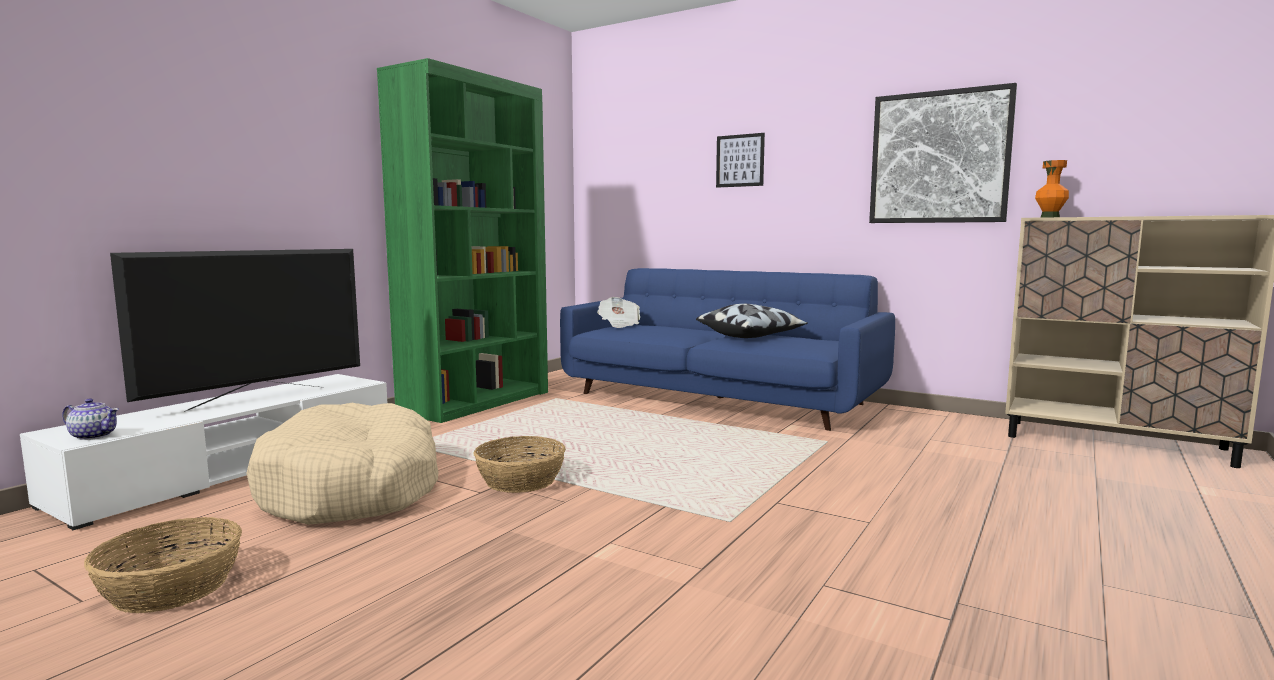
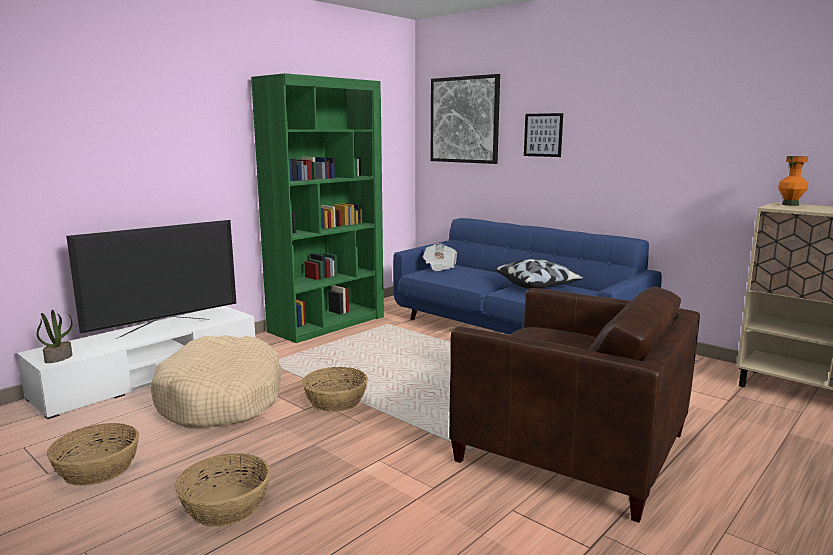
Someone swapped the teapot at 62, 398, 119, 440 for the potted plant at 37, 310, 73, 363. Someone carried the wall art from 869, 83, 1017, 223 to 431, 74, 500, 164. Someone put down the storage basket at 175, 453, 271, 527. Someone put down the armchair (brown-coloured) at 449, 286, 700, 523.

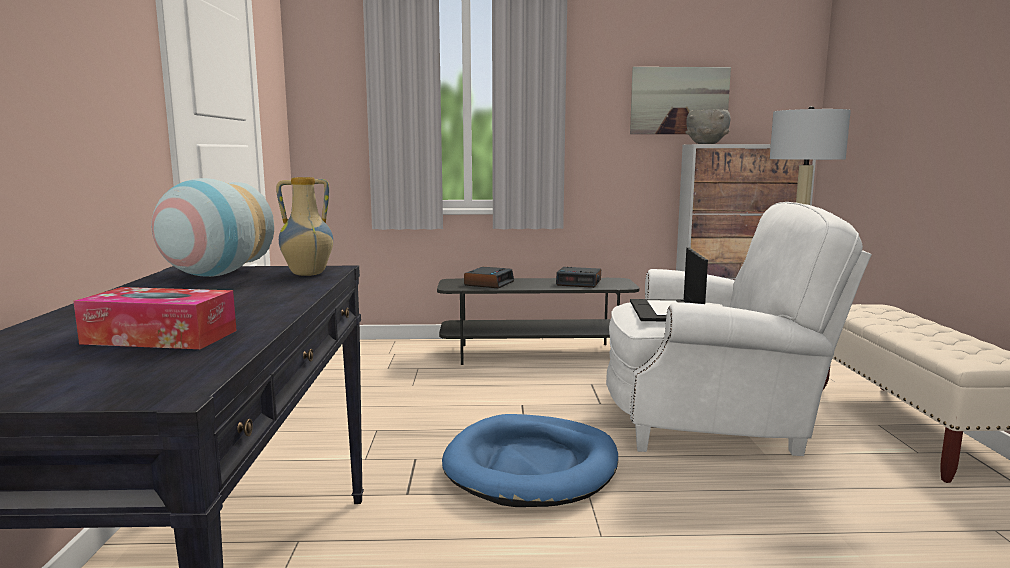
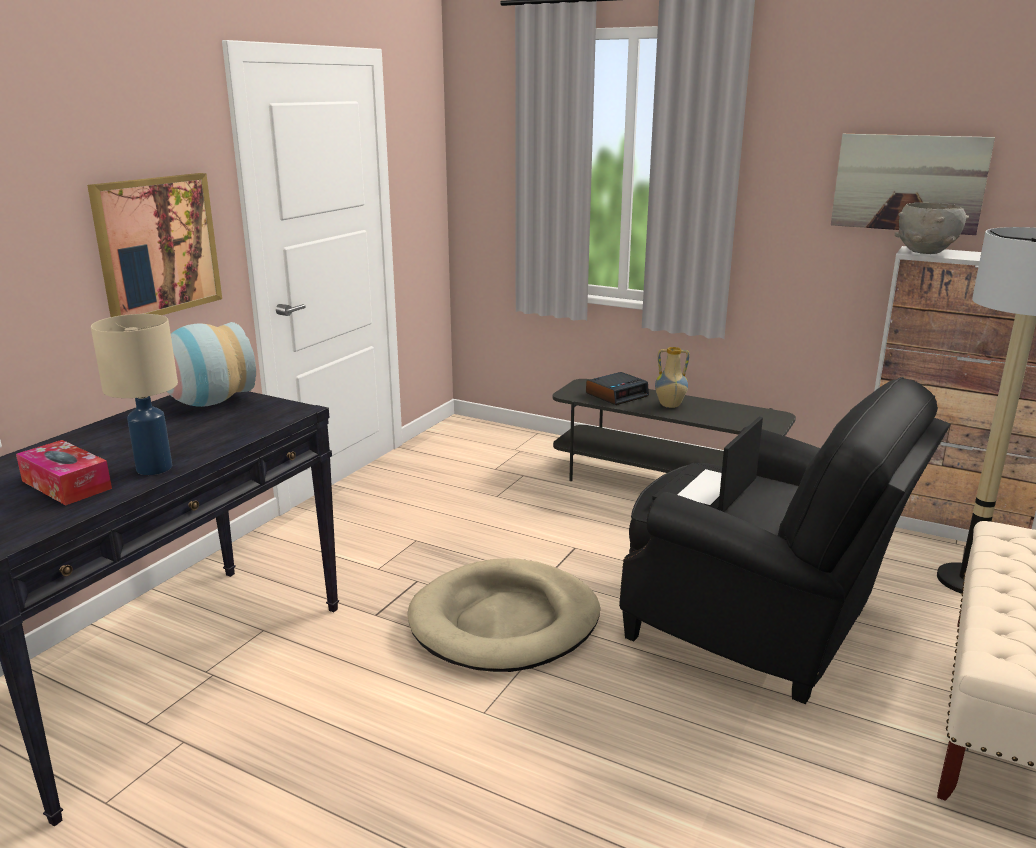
Someone carried the vase from 276, 177, 333, 276 to 655, 347, 690, 408. Someone repainted the pet bed (bluish) at 442, 414, 618, 507, which became the pet bed (beige-coloured) at 408, 558, 600, 672. Someone took away the table clock at 556, 267, 601, 288. Someone repainted the armchair (whitish) at 606, 202, 872, 456, which became the armchair (black) at 619, 377, 950, 704. Someone put up the wall art at 87, 173, 222, 317. Someone put down the table lamp (beige-coloured) at 91, 314, 178, 475.

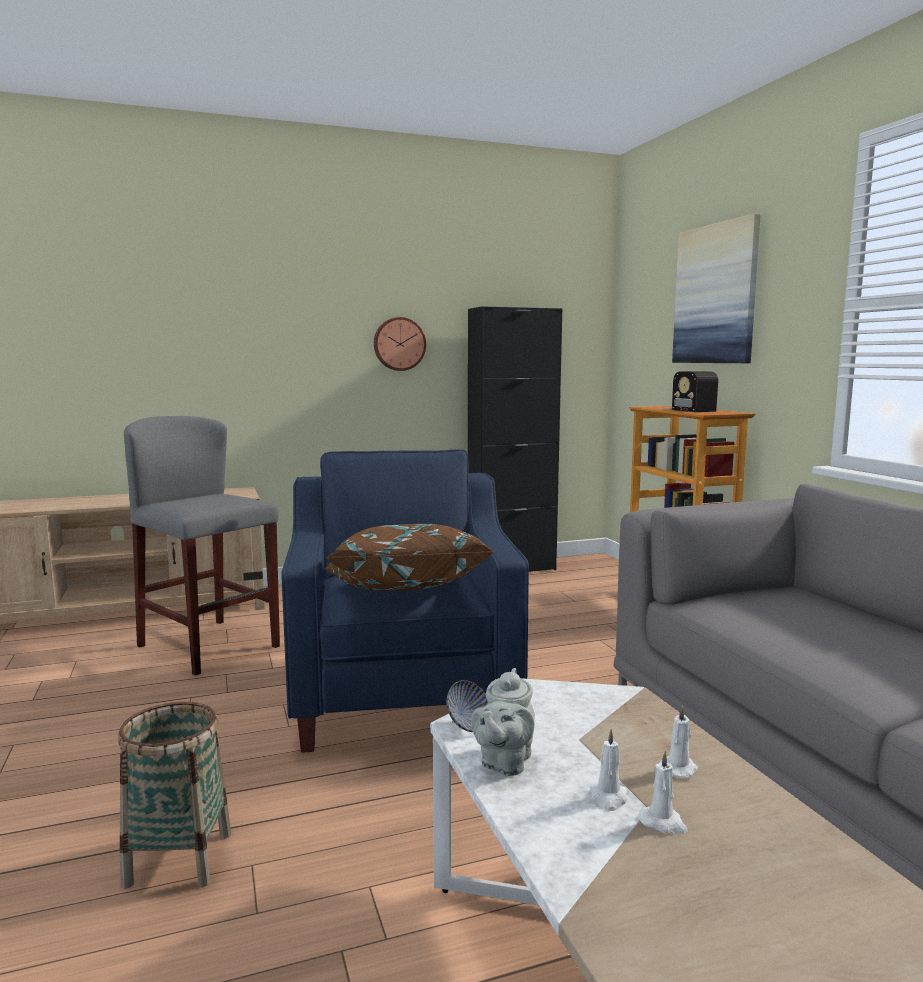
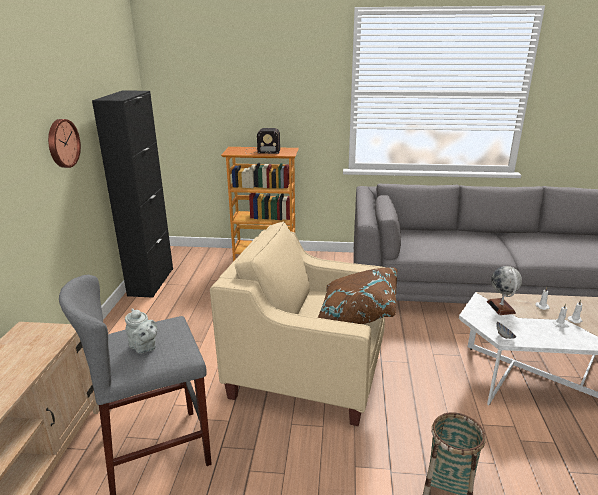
Someone repainted the armchair (bluish) at 281, 449, 529, 753, which became the armchair (beige-coloured) at 210, 222, 386, 426. Someone carried the teapot (grey) from 471, 668, 535, 776 to 125, 308, 157, 354. Someone took away the wall art at 672, 213, 761, 363. Someone put down the globe at 487, 266, 522, 315.

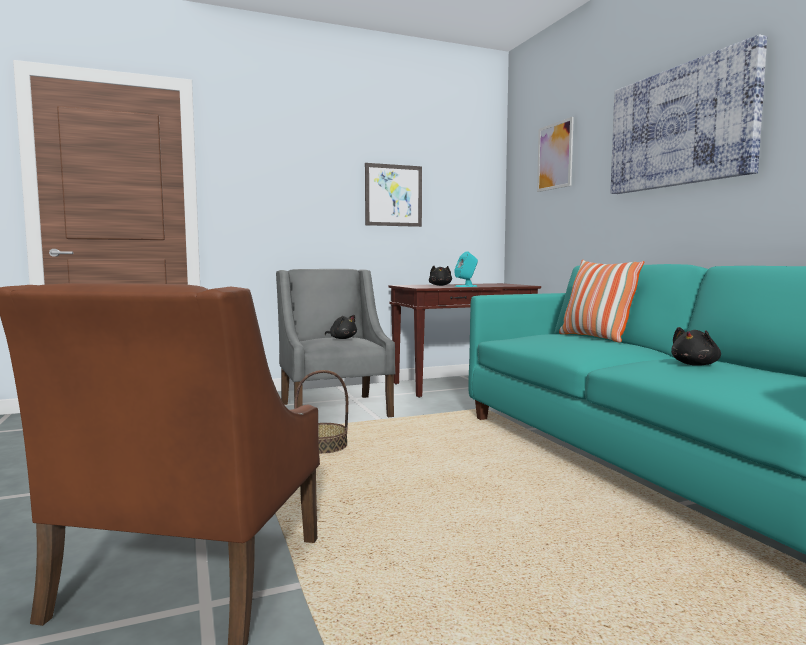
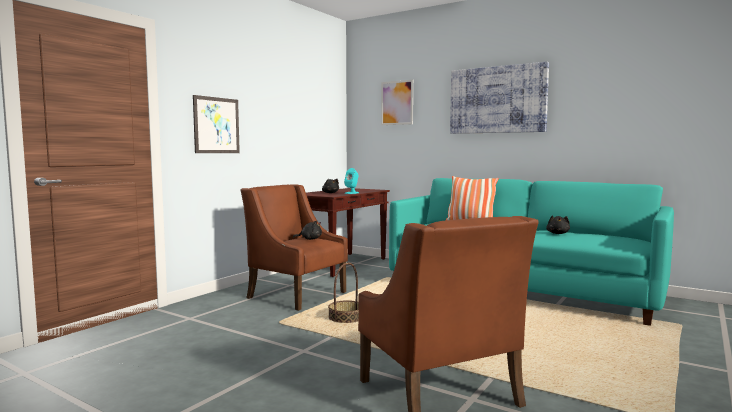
Someone repainted the armchair (grey) at 276, 269, 395, 417, which became the armchair (brown-coloured) at 241, 184, 348, 311. Someone carried the wall art from 365, 163, 422, 227 to 193, 95, 240, 153.

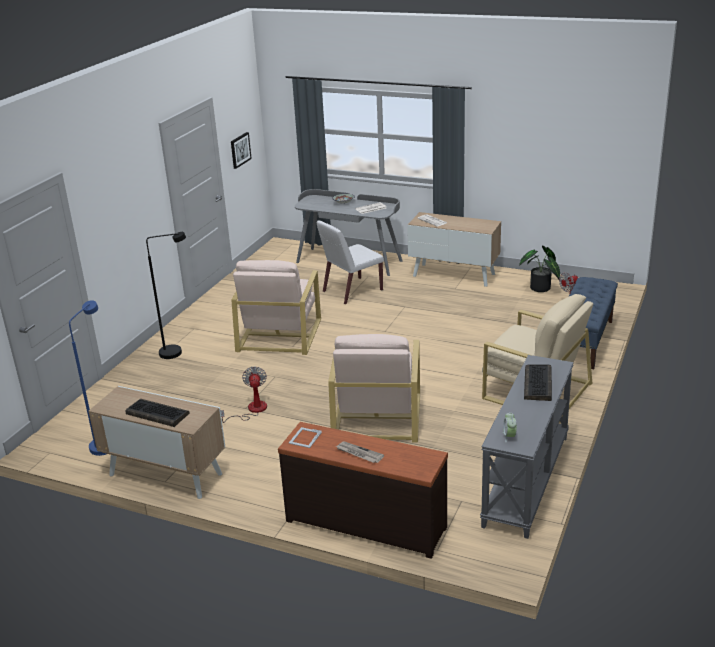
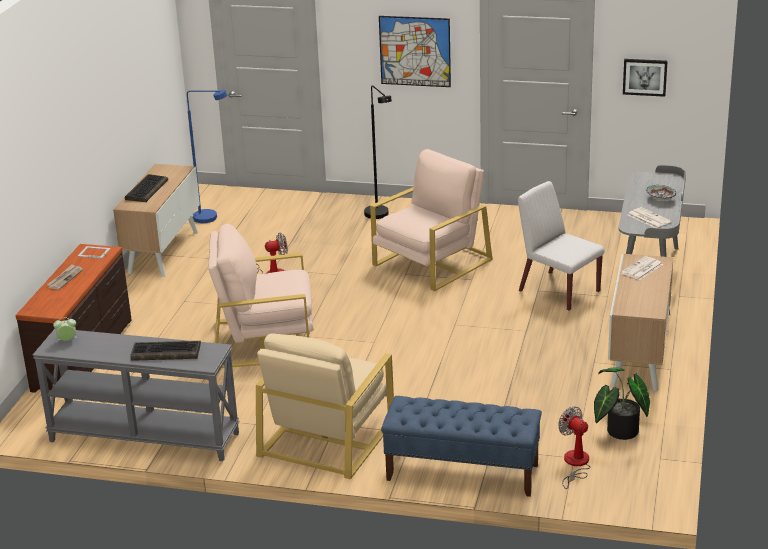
Someone rotated the armchair (beige-coloured) at 232, 260, 321, 355 by 135 degrees clockwise. Someone put up the wall art at 379, 16, 451, 87.

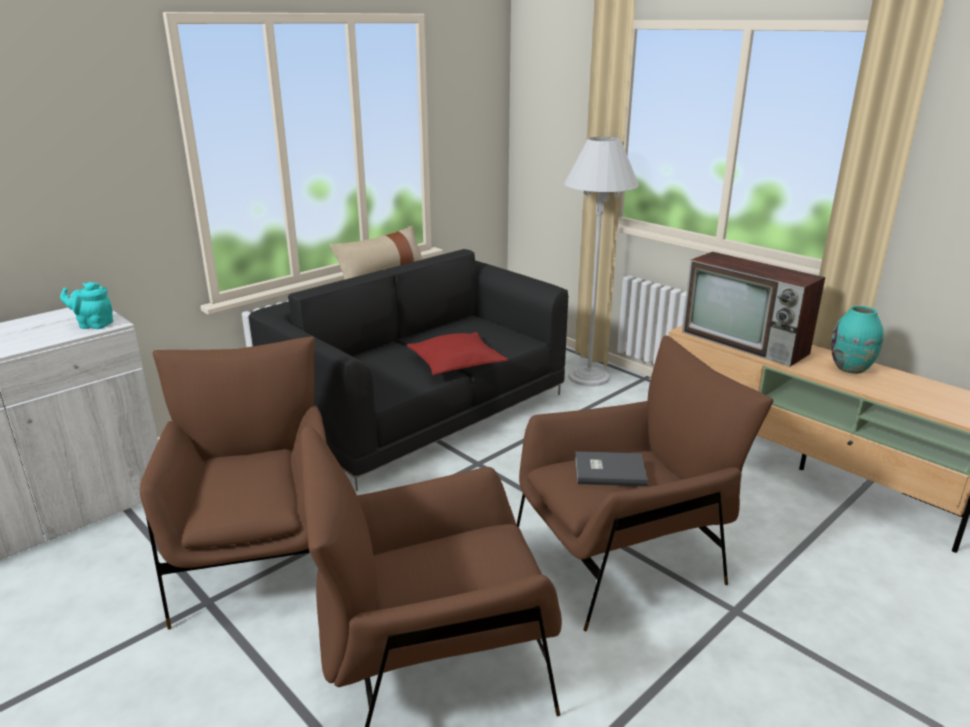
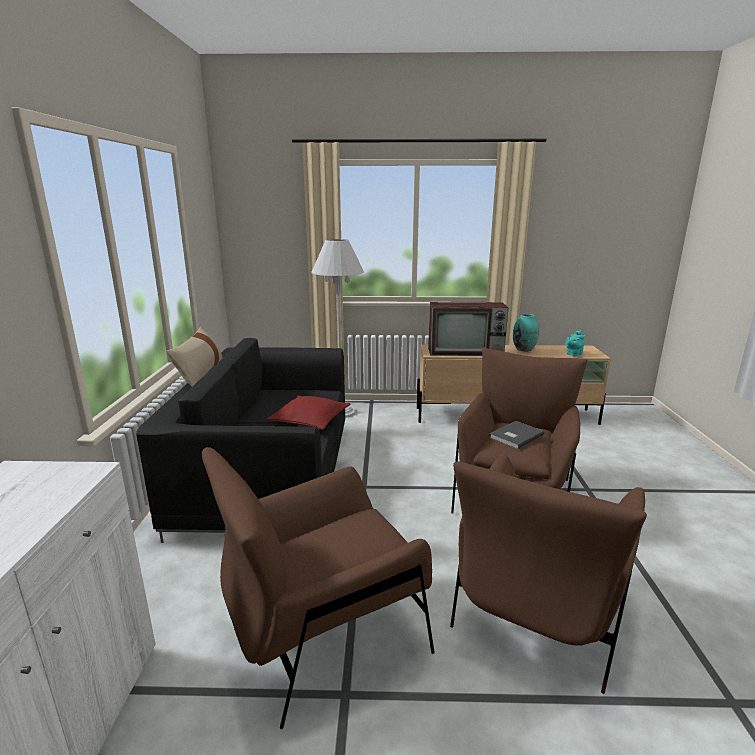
Someone carried the teapot (turquoise-coloured) from 60, 282, 113, 329 to 565, 330, 585, 357. Someone rotated the armchair (brown-coloured) at 140, 336, 327, 630 by 60 degrees counterclockwise.

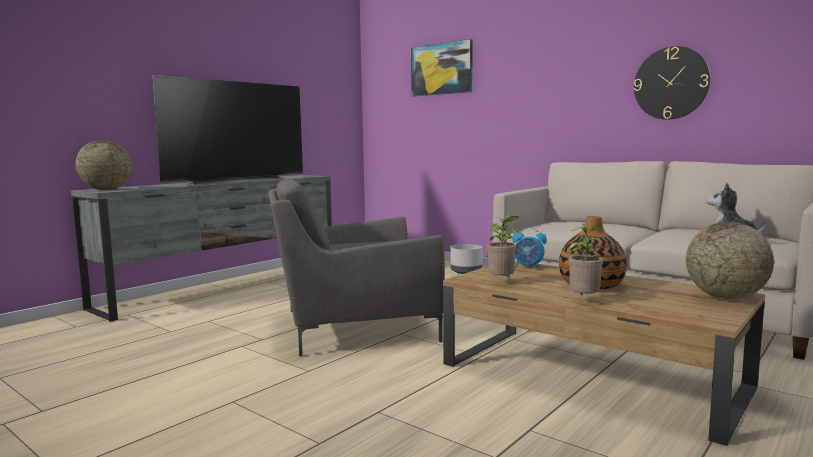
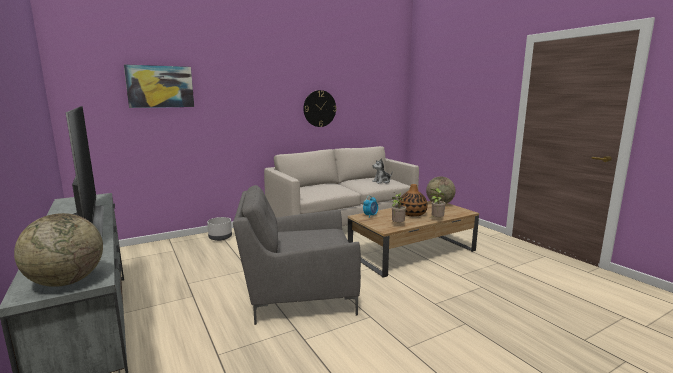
Someone rotated the armchair (grey) at 268, 179, 445, 357 by 75 degrees clockwise.

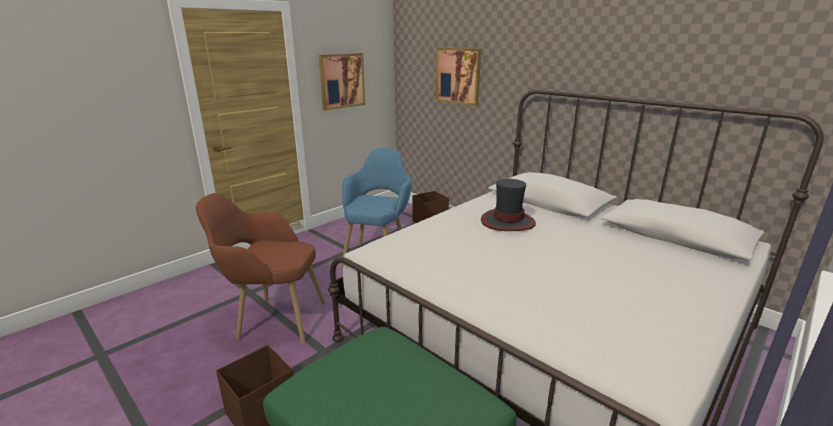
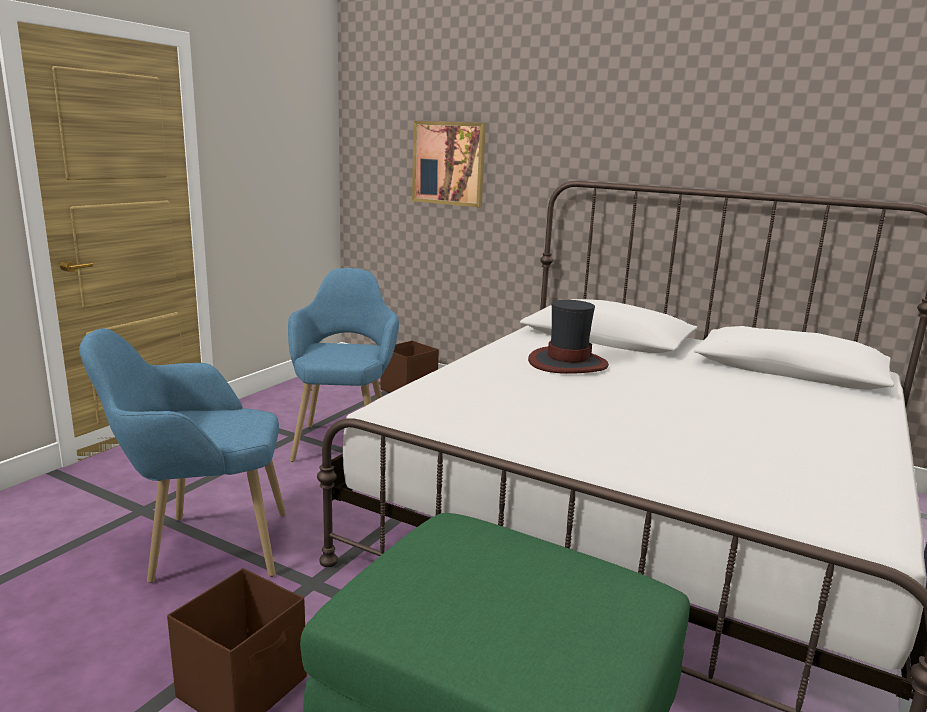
Someone repainted the armchair (brown-coloured) at 196, 193, 326, 344, which became the armchair (bluish) at 79, 328, 286, 583. Someone took away the wall art at 318, 53, 365, 111.

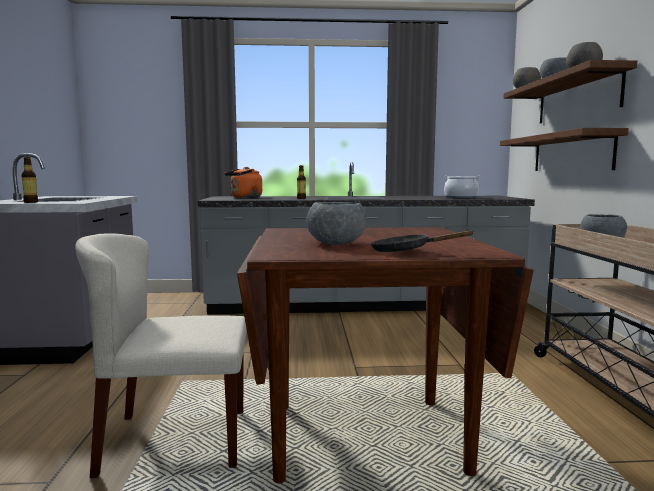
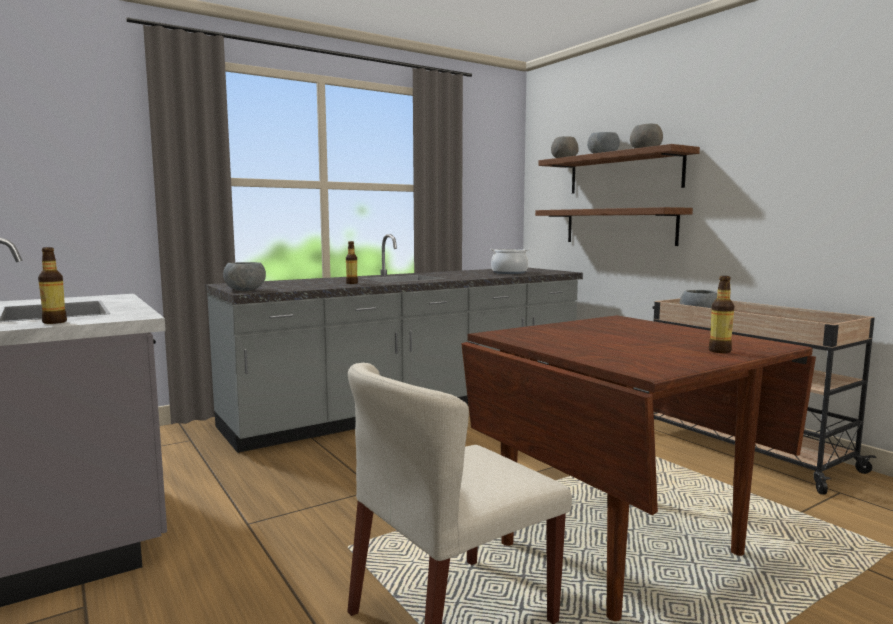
Someone took away the tea kettle (orange) at 225, 167, 262, 198. Someone carried the bowl (grey) from 307, 202, 367, 245 to 223, 262, 266, 291. Someone swapped the frying pan (black) at 371, 230, 475, 252 for the beverage bottle at 709, 276, 734, 353.

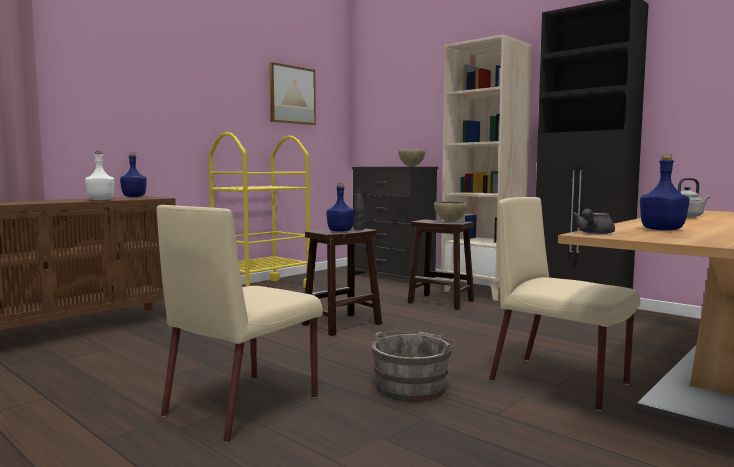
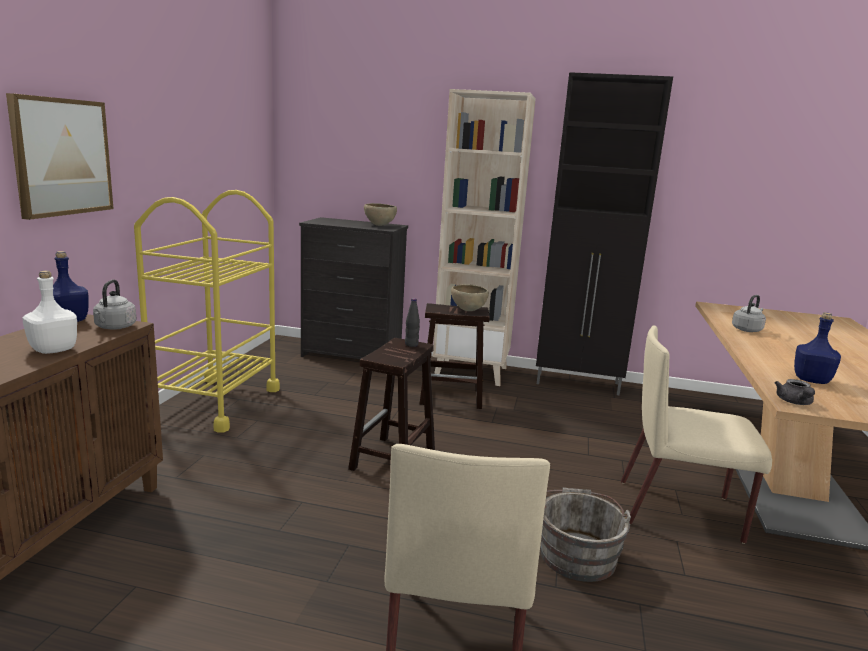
Someone carried the wall art from 269, 62, 316, 125 to 6, 93, 114, 220. Someone took away the beverage bottle (bluish) at 326, 183, 355, 232. Someone put down the tea kettle (grey) at 93, 280, 137, 330.

